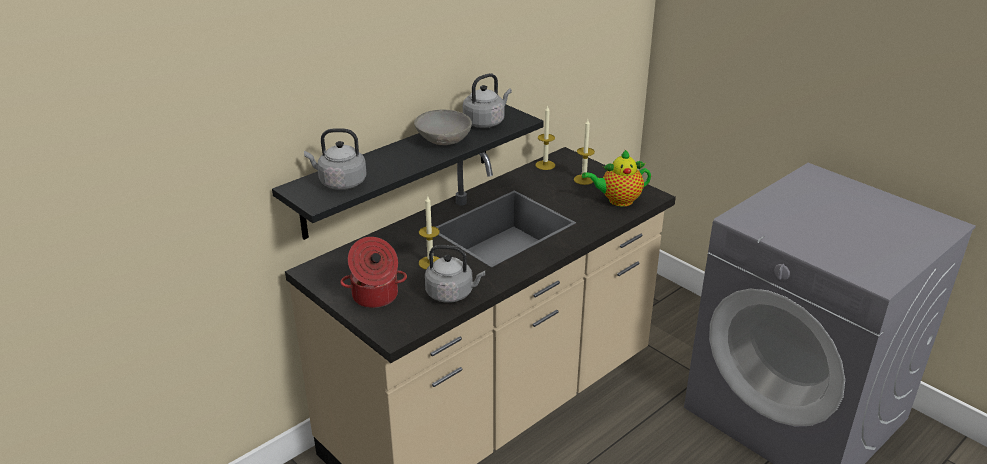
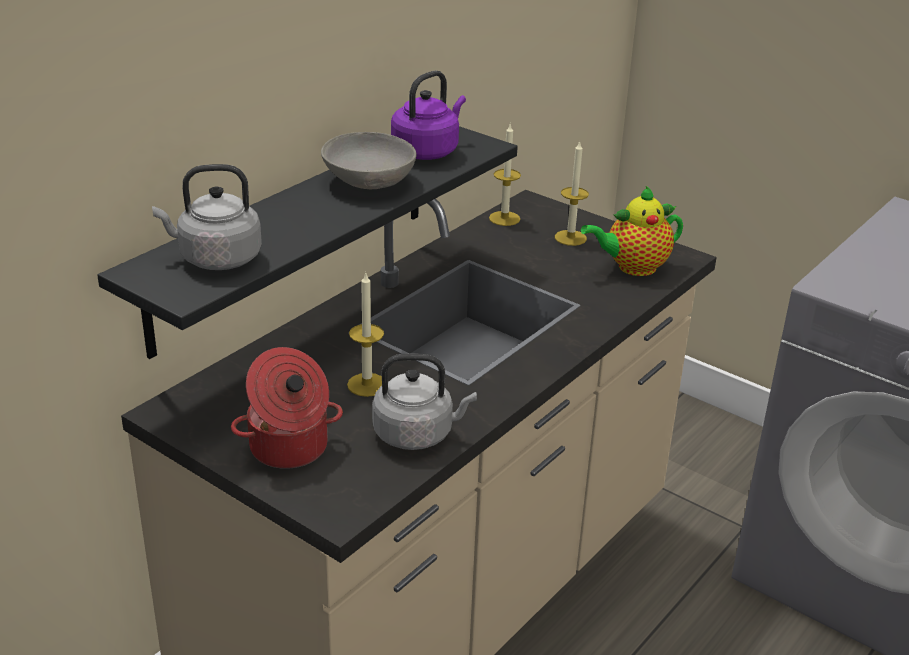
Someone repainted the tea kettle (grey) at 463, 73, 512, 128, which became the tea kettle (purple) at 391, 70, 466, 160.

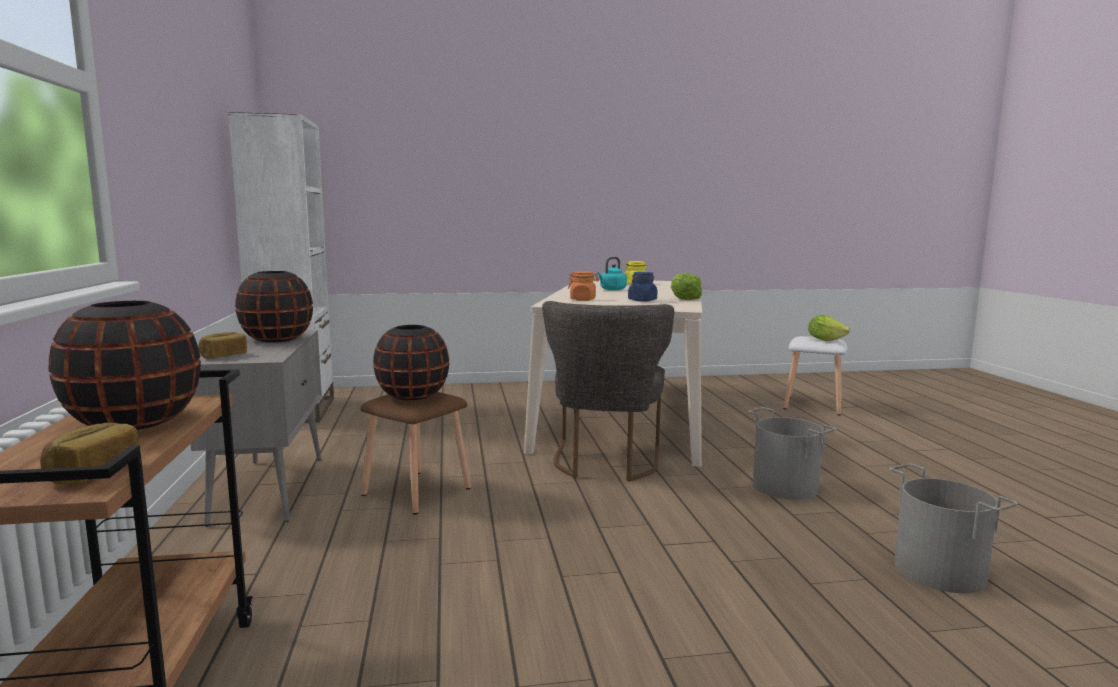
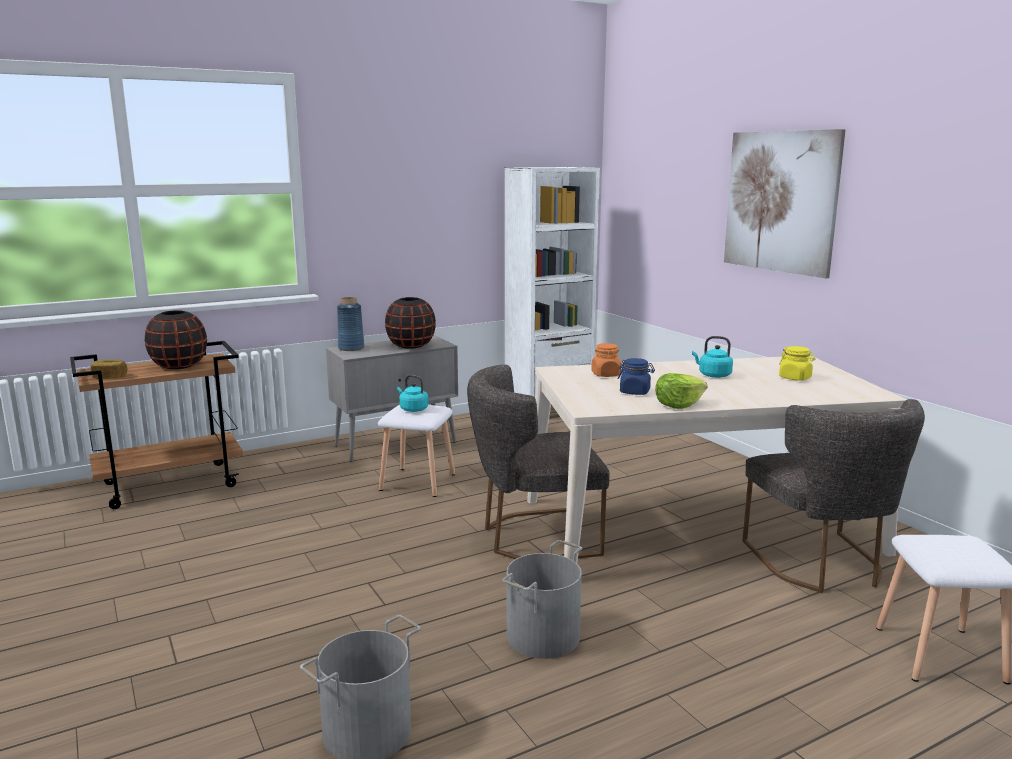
Someone swapped the bread at 198, 332, 247, 359 for the vase (bluish) at 337, 297, 365, 351. Someone repainted the sitting stool (brown-coloured) at 360, 392, 471, 515, which became the sitting stool (whitish) at 378, 405, 455, 497. Someone swapped the vase (black) at 373, 325, 449, 400 for the tea kettle (turquoise-coloured) at 397, 375, 428, 412. Someone took away the lettuce head at 808, 315, 850, 341. Someone put up the wall art at 724, 129, 846, 278. Someone put down the plain chair (grey) at 742, 399, 925, 593.

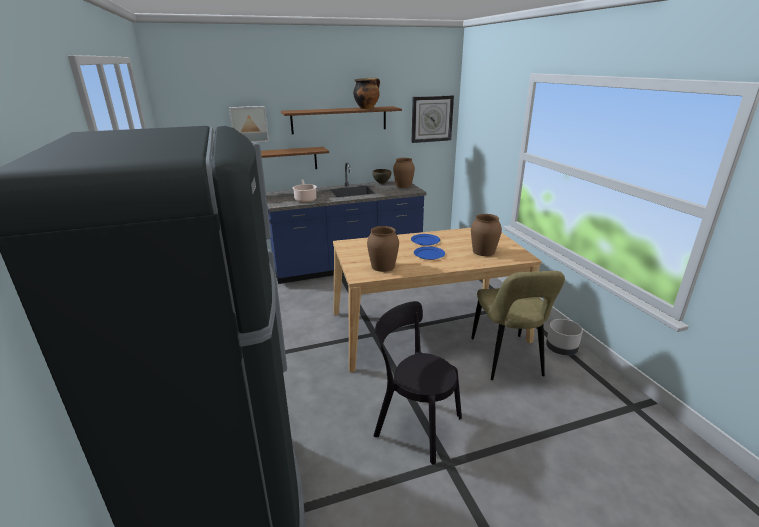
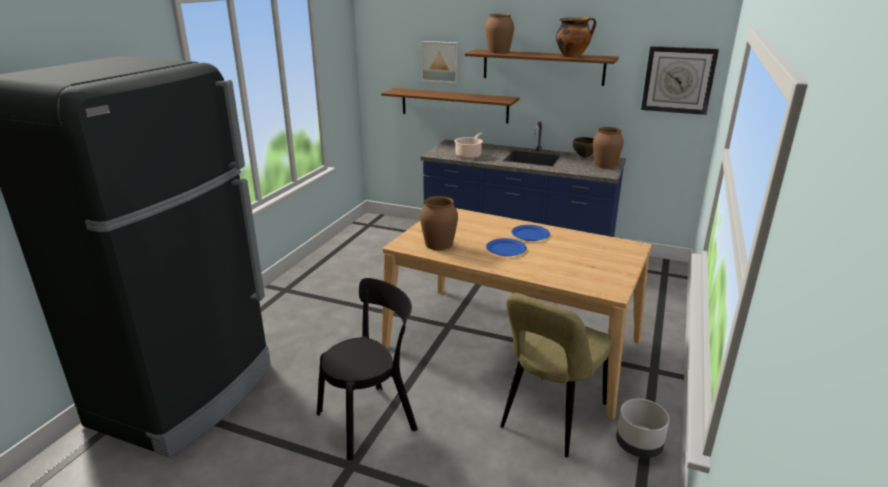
Someone rotated the plain chair (black) at 374, 301, 462, 464 by 75 degrees clockwise. Someone carried the vase (brown-coloured) from 471, 214, 502, 256 to 485, 14, 514, 54.

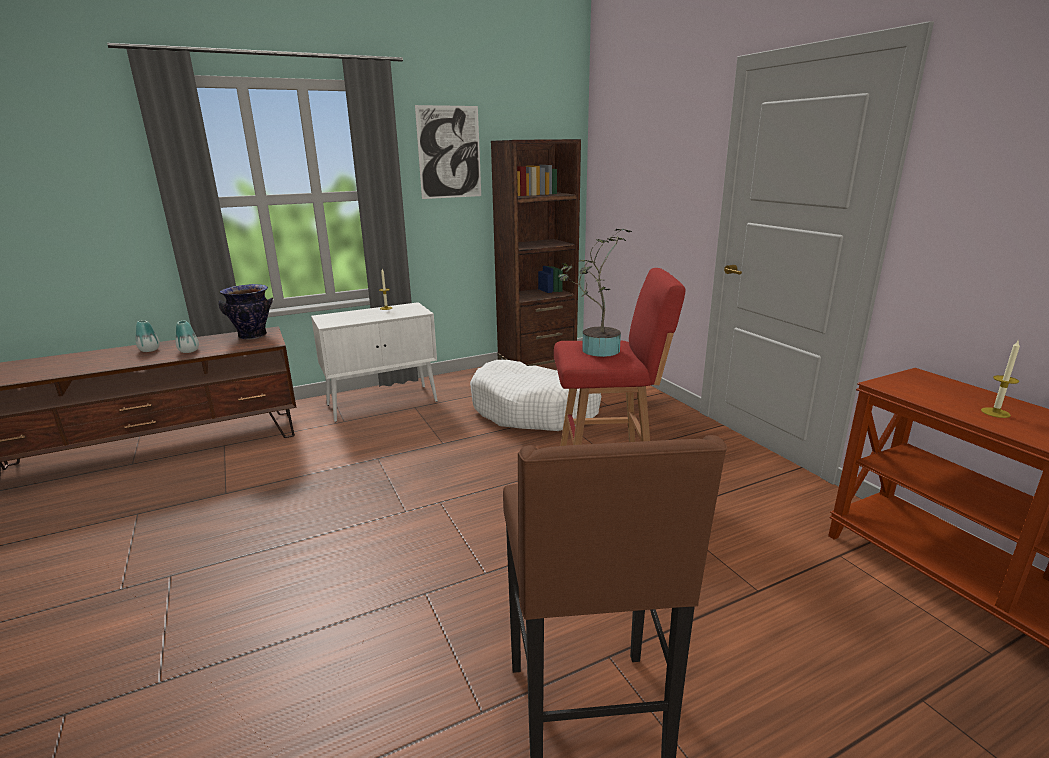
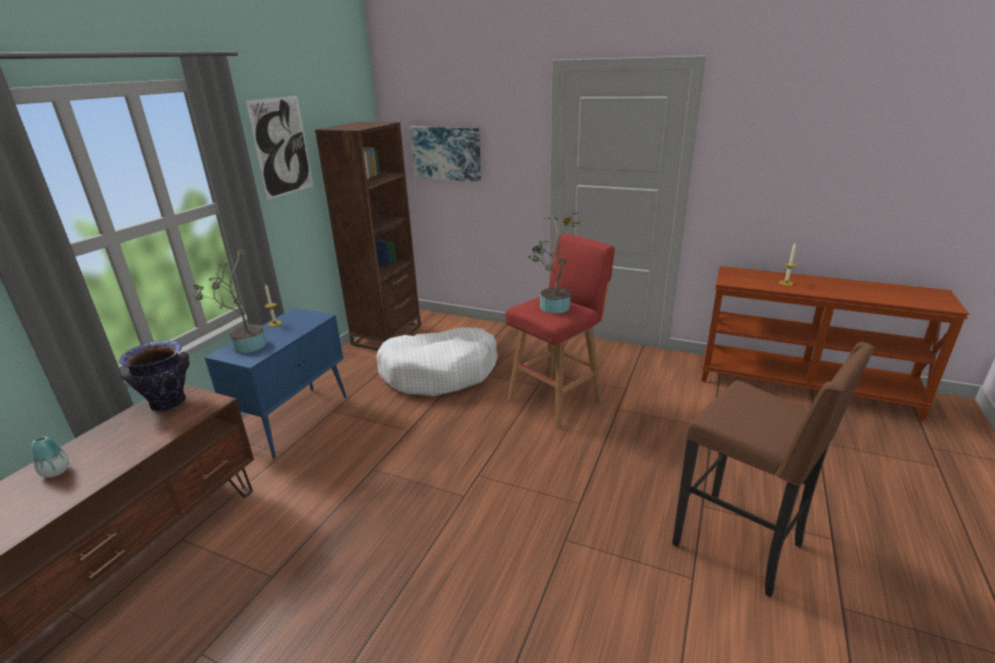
Someone took away the vase at 176, 321, 199, 353. Someone repainted the storage cabinet (whitish) at 311, 302, 438, 422, which became the storage cabinet (bluish) at 204, 308, 347, 458. Someone put down the potted plant at 193, 250, 267, 353. Someone put up the wall art at 410, 126, 481, 182.

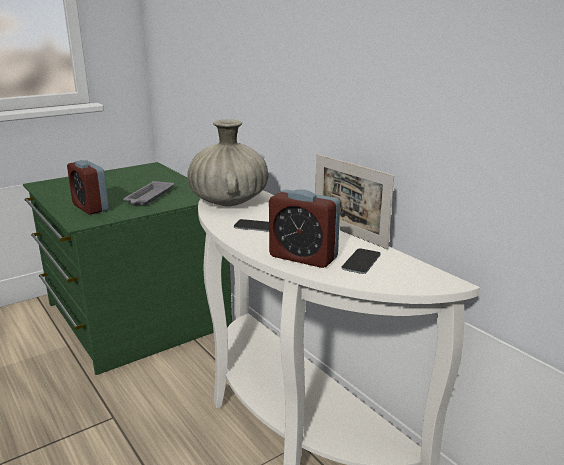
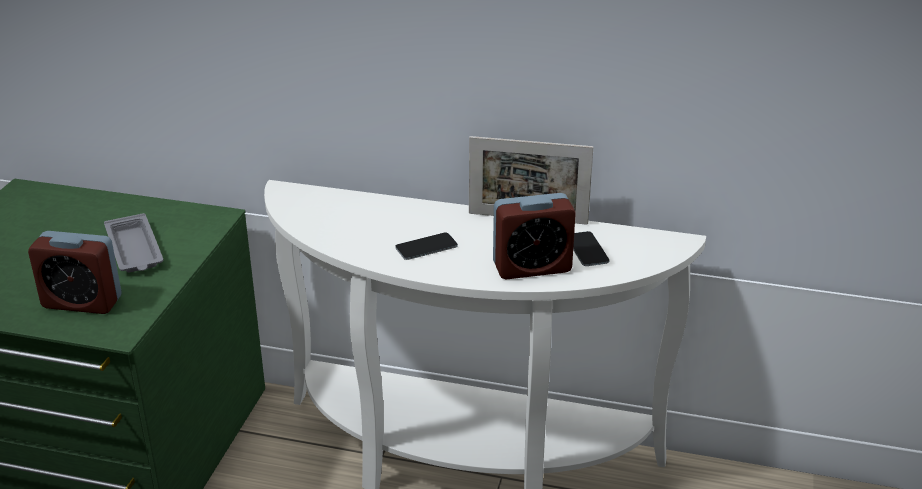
Someone took away the vase (beige-coloured) at 187, 119, 268, 206.

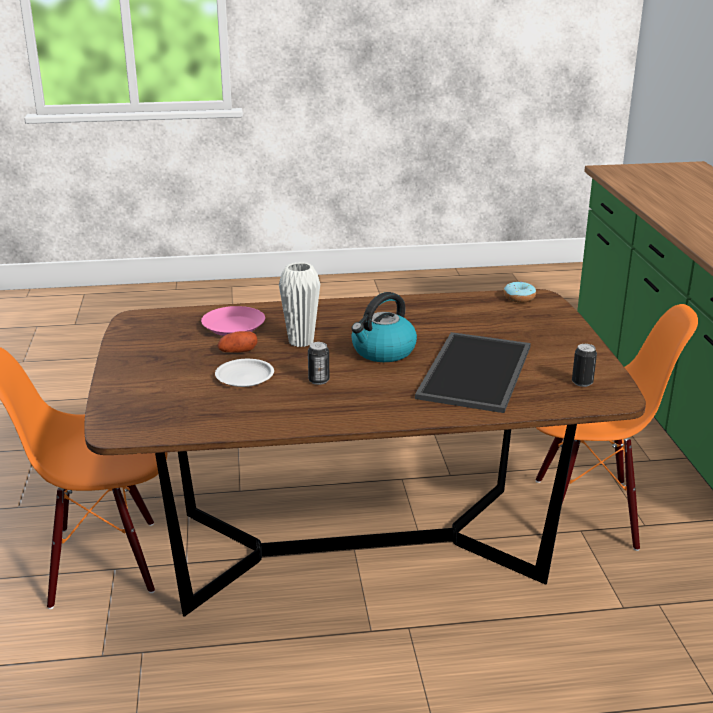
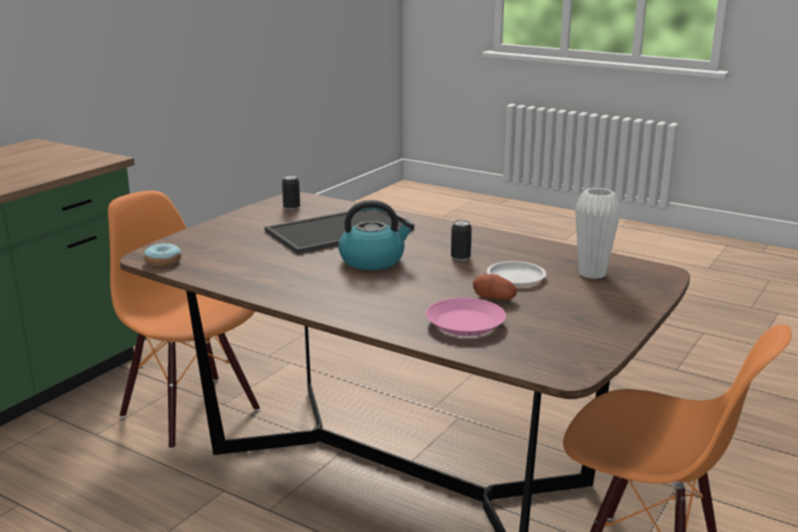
Someone carried the vase (whitish) from 279, 262, 320, 347 to 575, 188, 620, 279.

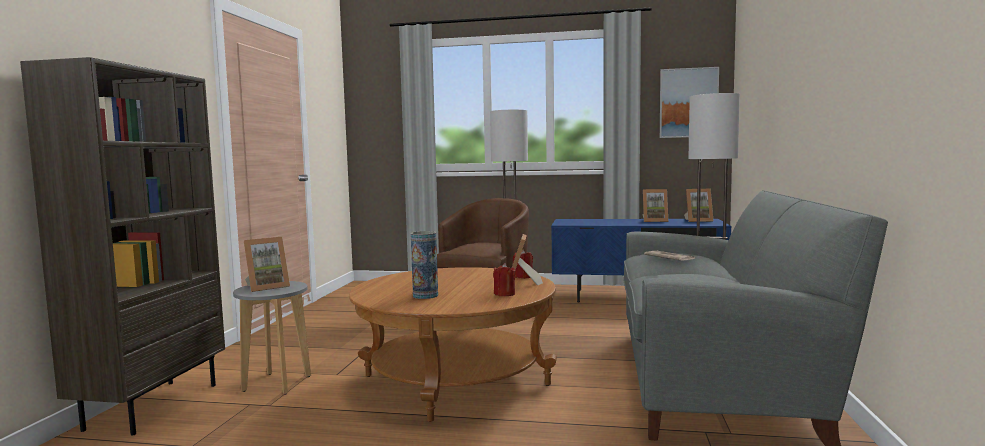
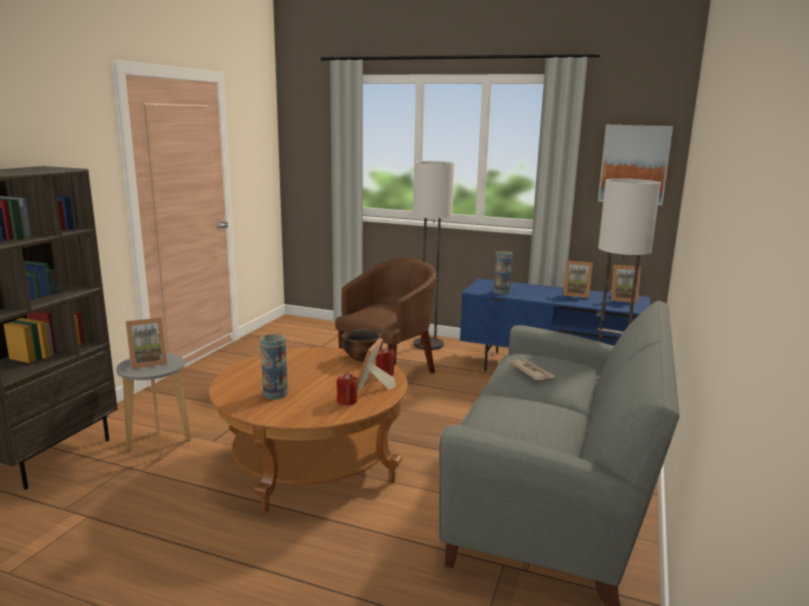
Someone put down the bowl at 341, 329, 381, 362. Someone put down the vase at 493, 251, 513, 295.

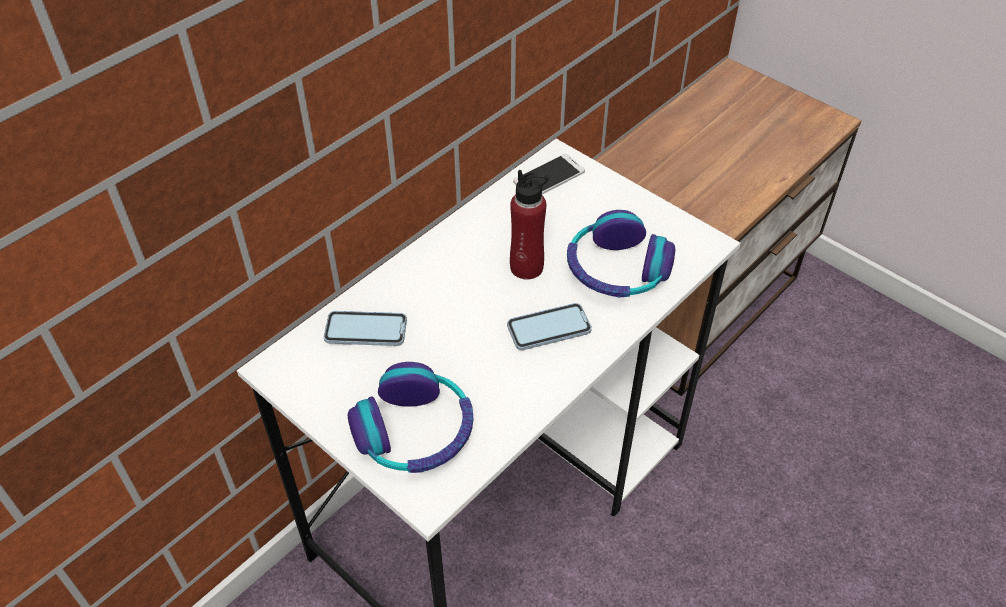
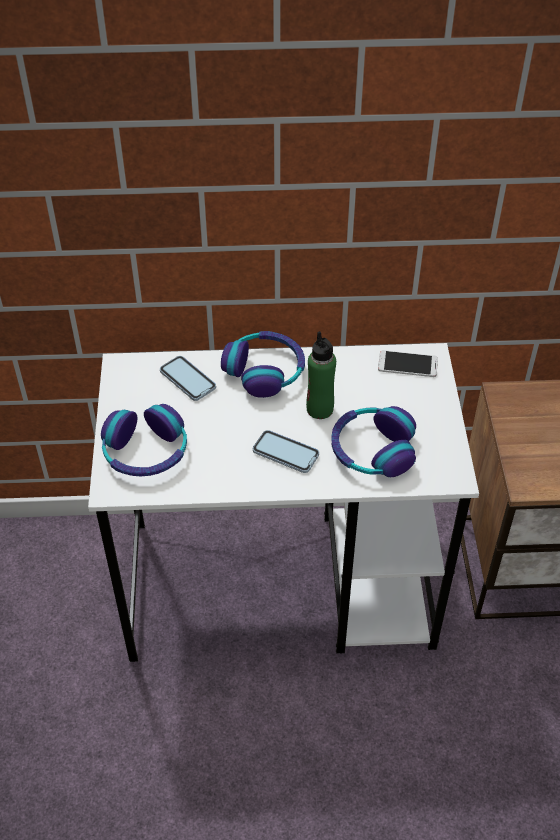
Someone repainted the beverage bottle (red-coloured) at 510, 170, 548, 279, which became the beverage bottle (green-coloured) at 306, 331, 336, 419. Someone put down the pair of headphones at 221, 331, 305, 398.

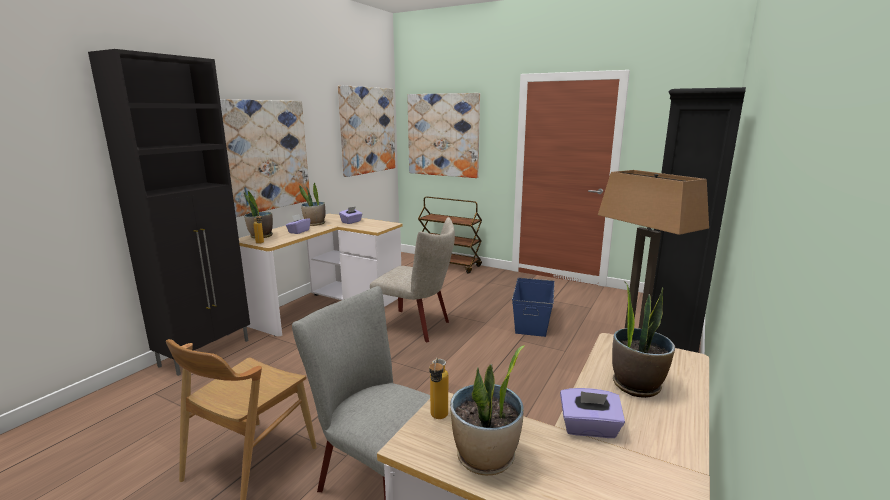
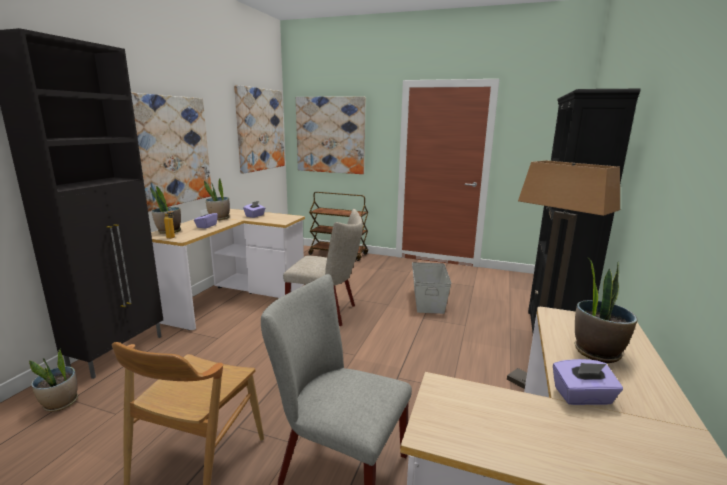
Someone took away the beverage bottle at 429, 358, 448, 419. Someone carried the potted plant from 450, 346, 524, 475 to 29, 348, 78, 412. Someone repainted the storage box (bluish) at 512, 278, 555, 337, which became the storage box (grey) at 412, 262, 452, 314.

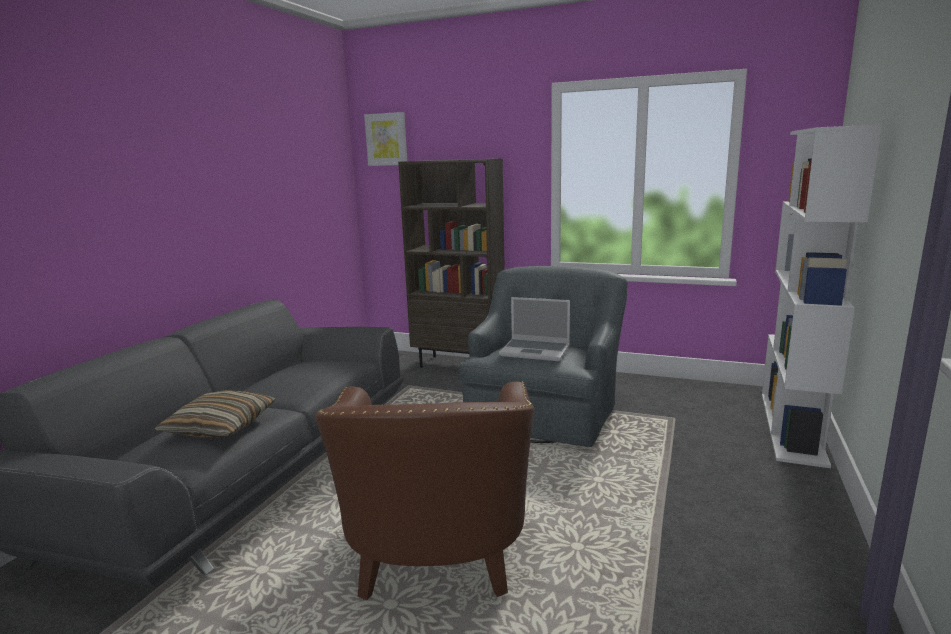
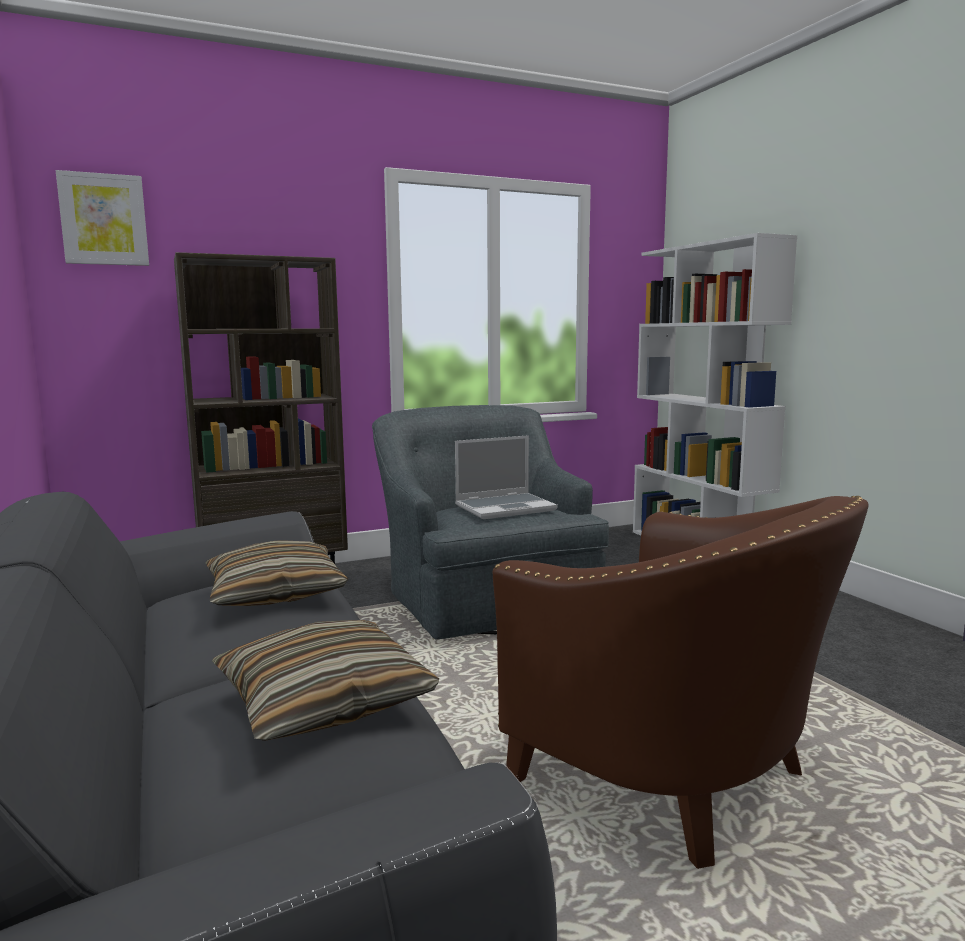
Someone put down the cushion at 206, 540, 348, 606.

